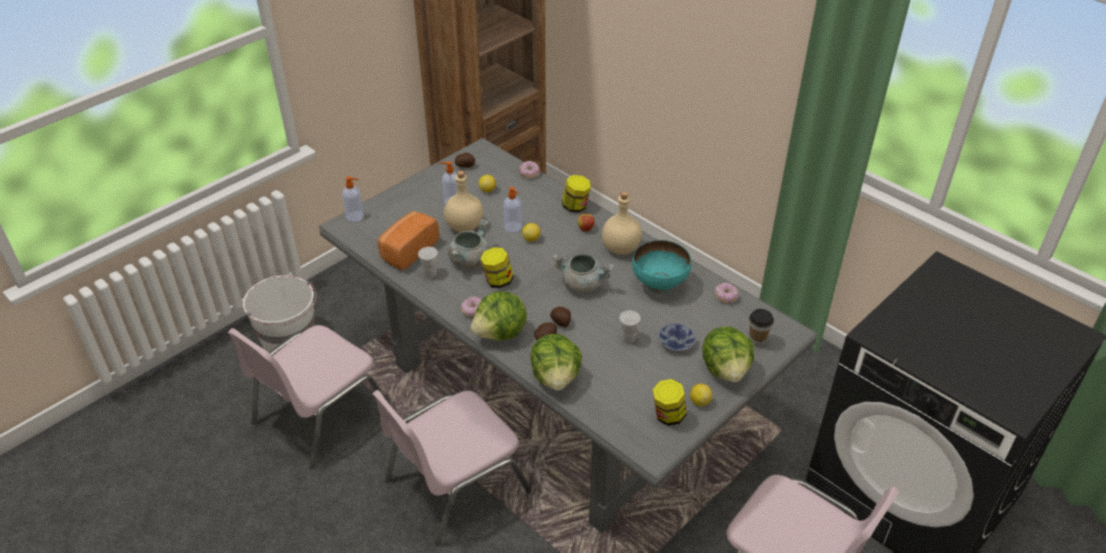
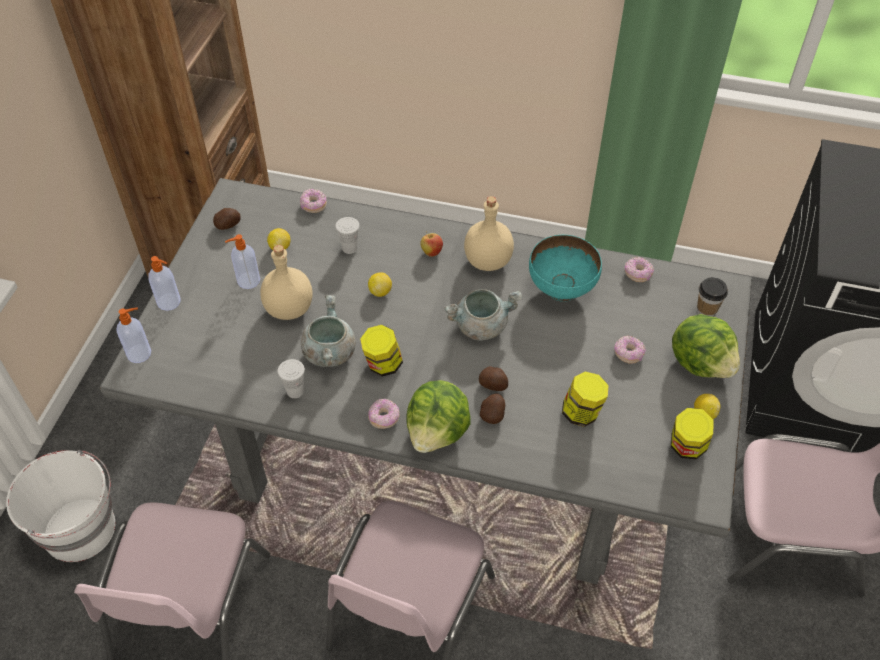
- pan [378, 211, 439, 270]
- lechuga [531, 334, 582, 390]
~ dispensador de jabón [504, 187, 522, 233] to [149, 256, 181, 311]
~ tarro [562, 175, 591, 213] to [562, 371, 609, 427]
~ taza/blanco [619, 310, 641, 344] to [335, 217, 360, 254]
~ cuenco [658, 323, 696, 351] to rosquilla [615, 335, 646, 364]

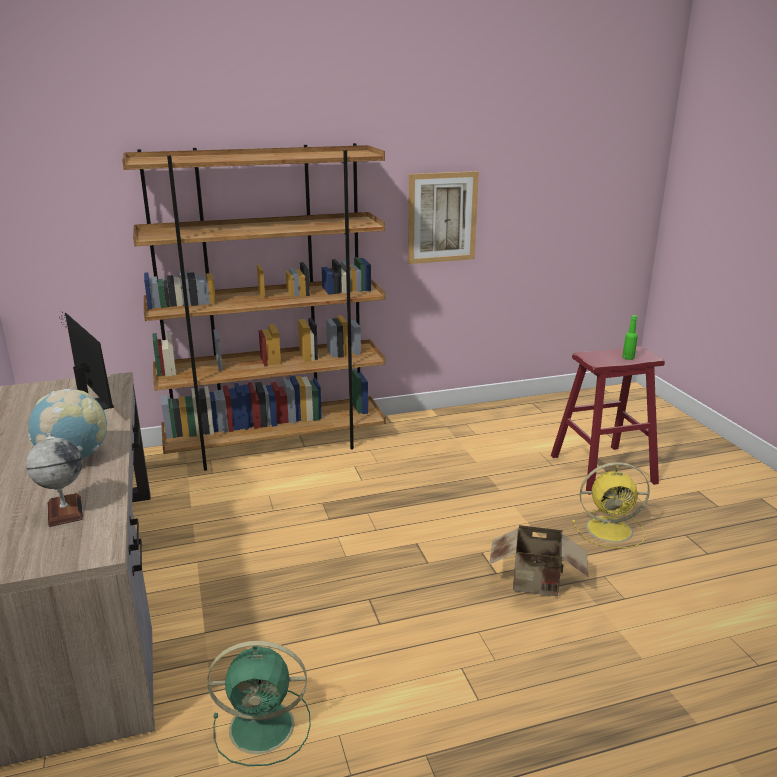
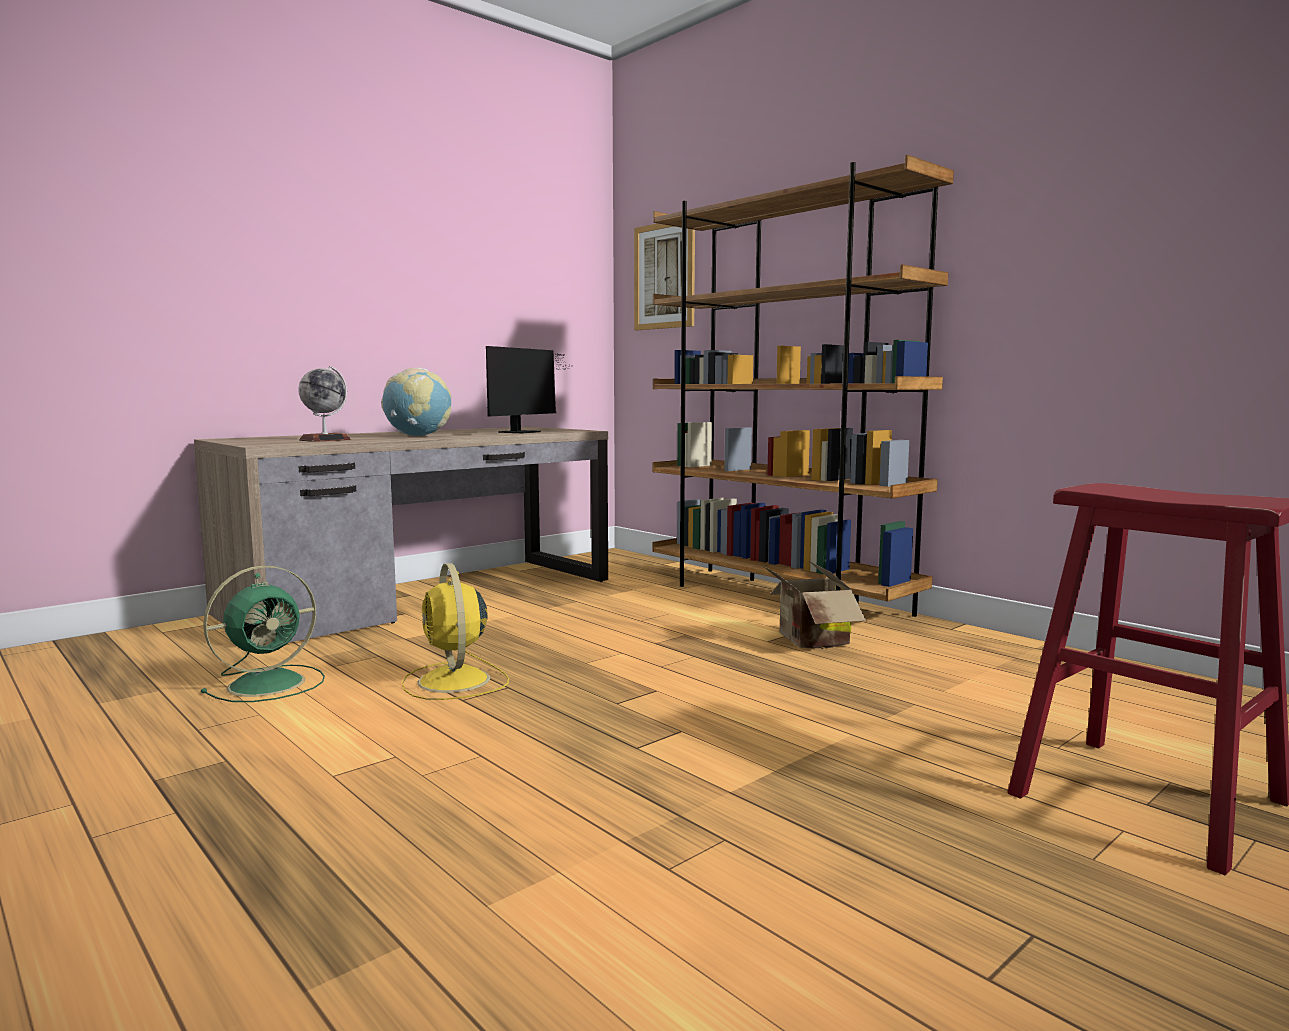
- botella/verde [622, 315, 637, 360]
~ cuadro [408, 171, 479, 264] to [634, 223, 695, 330]
~ caja de cartón [489, 525, 588, 597] to [760, 560, 866, 649]
~ ventilador/amarillo [572, 462, 650, 549] to [402, 563, 509, 700]
~ ventilador/verde [207, 641, 311, 766] = [200, 565, 325, 702] 105 degrees counterclockwise

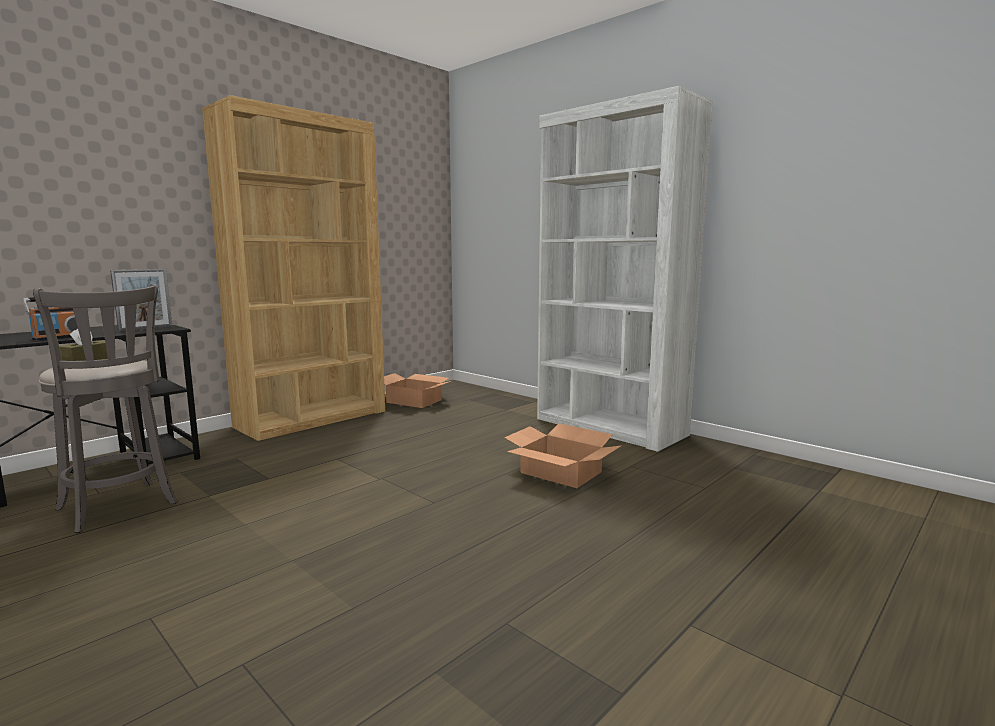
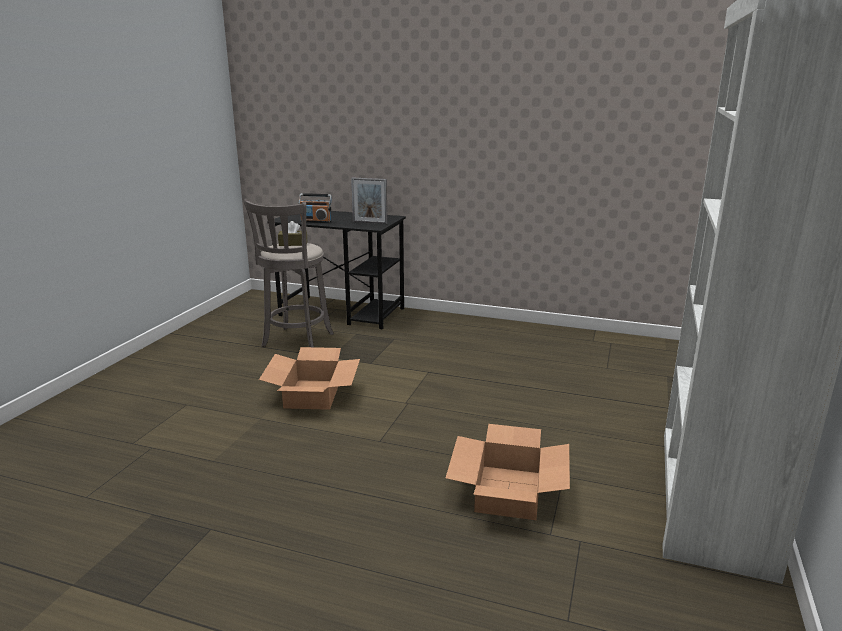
- estantería/marrón [202, 95, 385, 441]
~ caja de cartón [384, 373, 451, 408] to [259, 347, 360, 410]

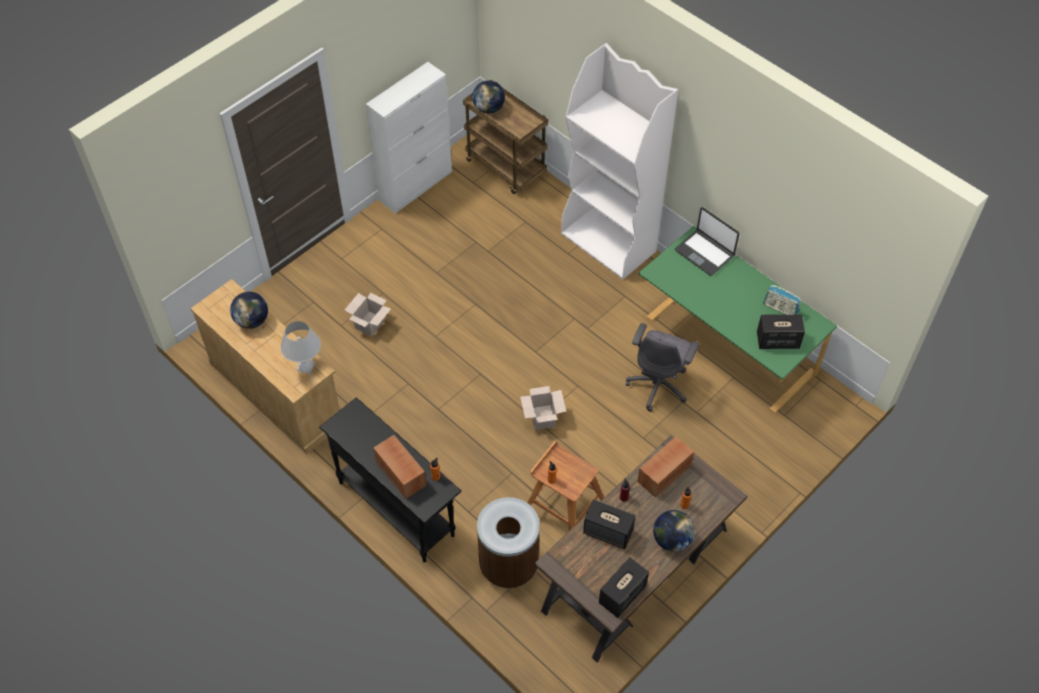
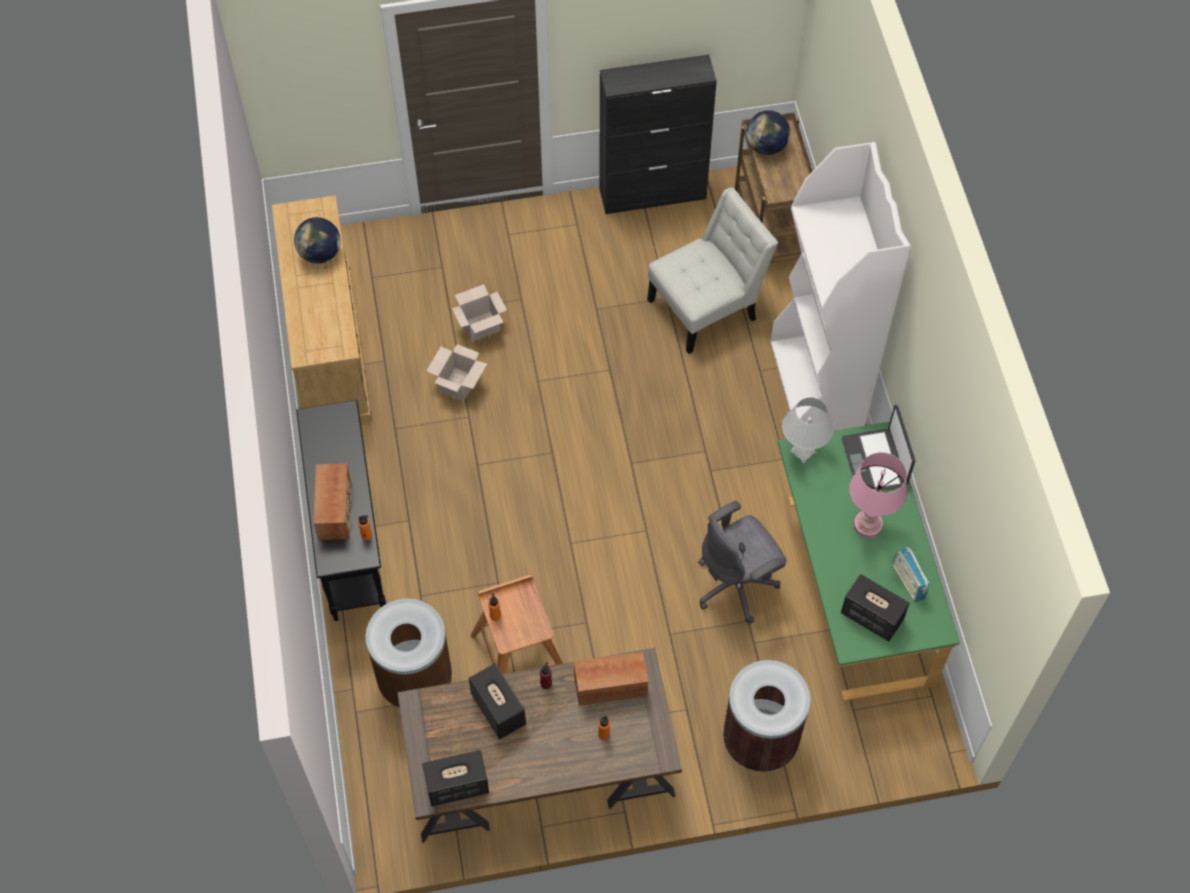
- globo terráqueo [653, 510, 695, 552]
+ silla/blanco [647, 187, 778, 354]
+ papelera/marrón [723, 660, 810, 772]
+ lámpara de mesa/rosa [849, 452, 907, 538]
~ lámpara de mesa/blanco [280, 321, 321, 375] to [782, 398, 834, 463]
~ caja de cartón [520, 386, 566, 430] to [426, 344, 487, 402]
~ armario/blanco [366, 62, 452, 214] to armario/negro [599, 55, 717, 214]

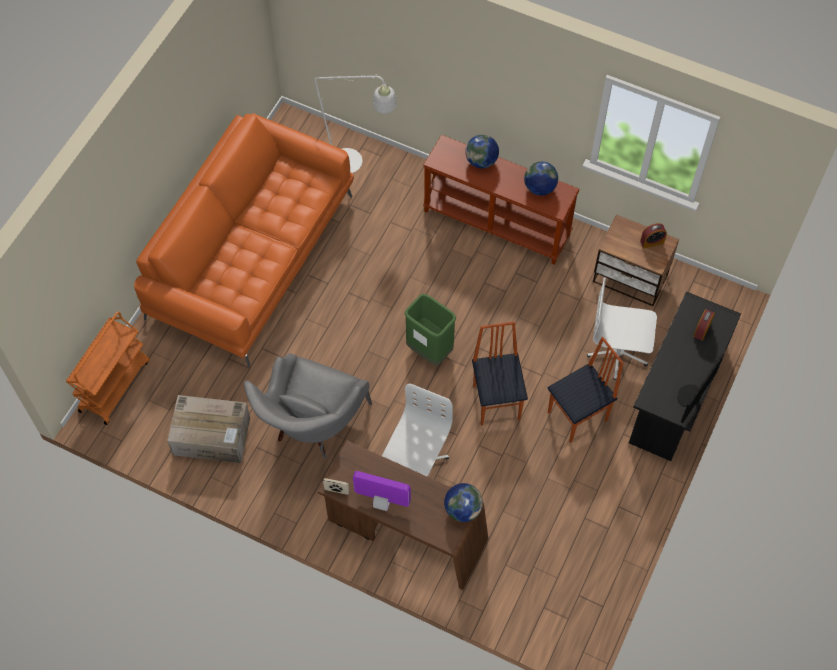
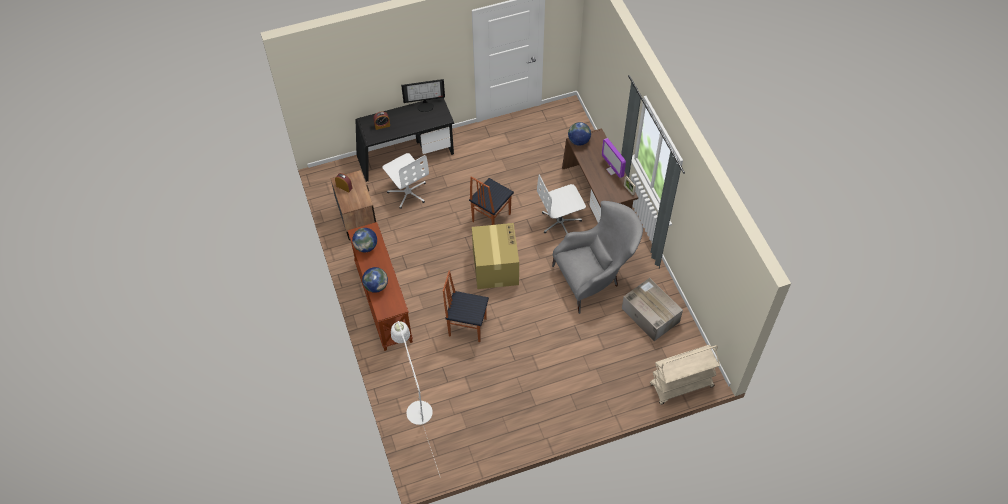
- sofá/naranja [134, 113, 354, 367]
~ silla [547, 337, 623, 443] to [443, 271, 489, 342]
~ papelera/verde [404, 294, 456, 365] to caja de cartón [472, 223, 519, 289]
~ carrito/naranja [66, 311, 149, 425] to carrito/beis [650, 345, 720, 405]

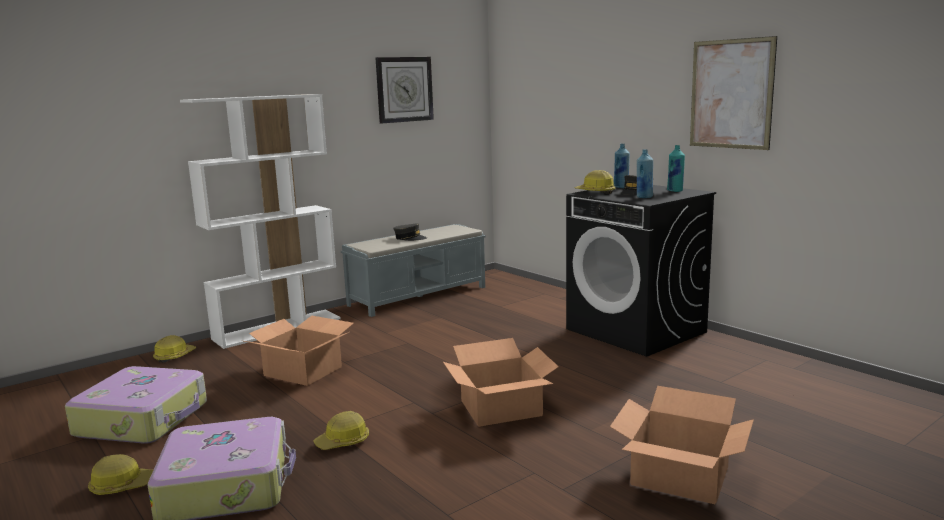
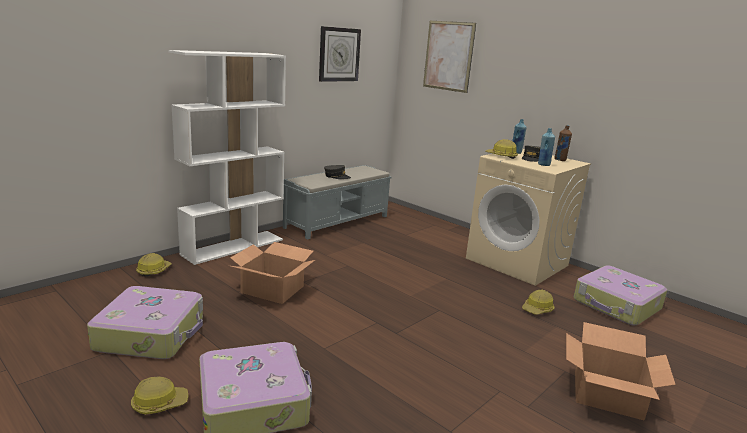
- caja de cartón [443, 338, 559, 427]
+ maleta [574, 265, 667, 325]
~ casco [313, 411, 369, 450] to [522, 290, 554, 315]
~ cuadro [690, 36, 777, 150] to [423, 21, 476, 93]
~ lavadora/negro [566, 185, 716, 357] to lavadora/beis [466, 149, 591, 286]
~ botella/turquesa [667, 145, 685, 192] to botella/marrón [554, 125, 572, 161]

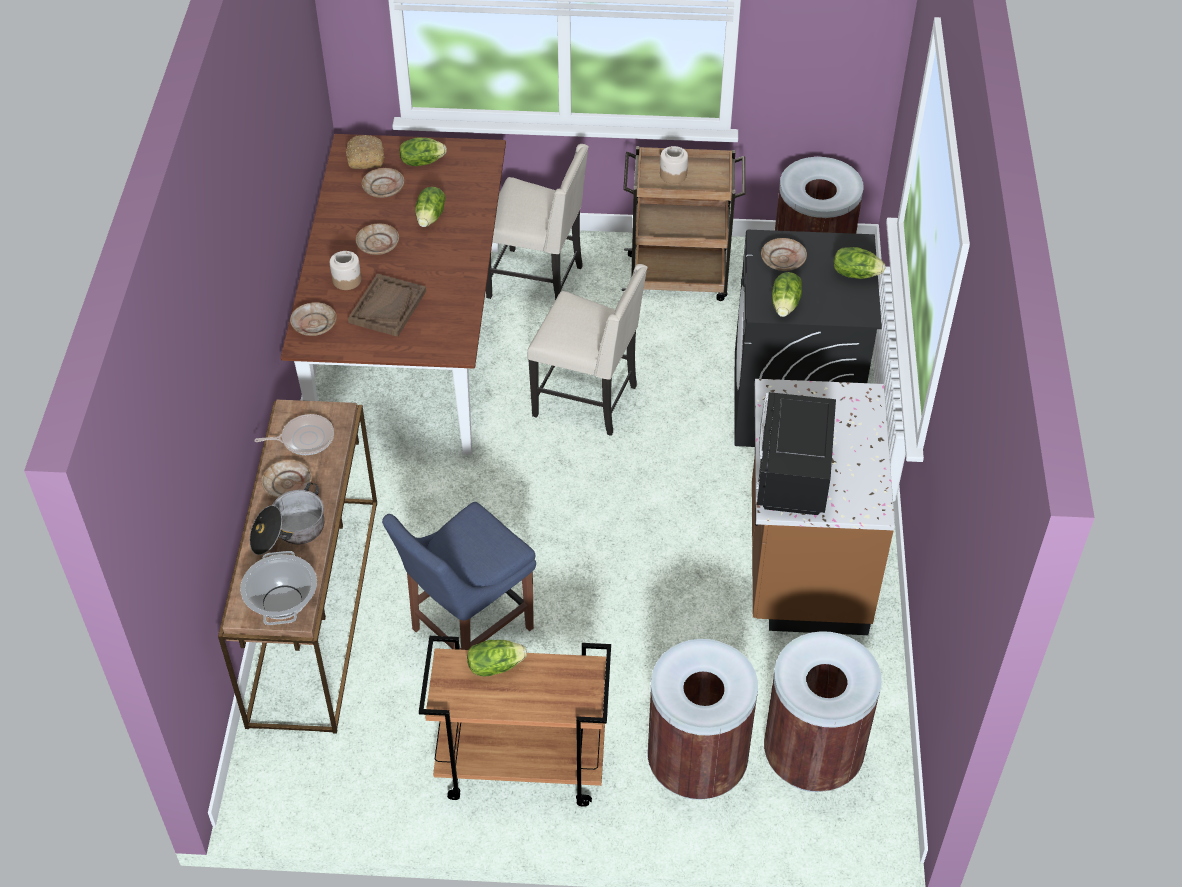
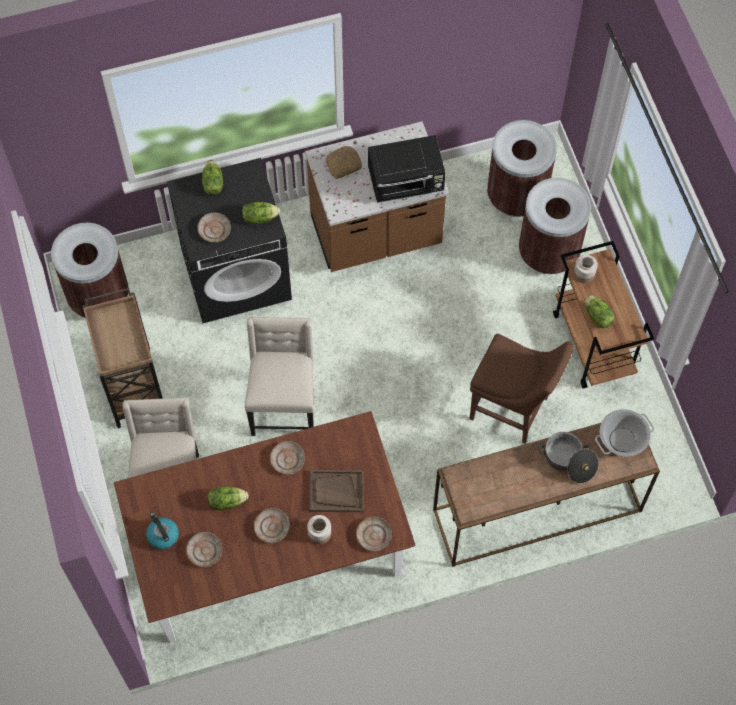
- sartén [254, 414, 334, 455]
~ plato/beis [262, 460, 312, 499] to [270, 441, 305, 475]
~ pan [346, 135, 385, 169] to [325, 146, 362, 179]
~ tarro [660, 146, 688, 184] to [574, 255, 598, 283]
~ lechuga [399, 137, 447, 166] to hervidor [146, 512, 179, 549]
~ silla/azul [382, 502, 536, 650] to silla/marrón [470, 334, 574, 444]

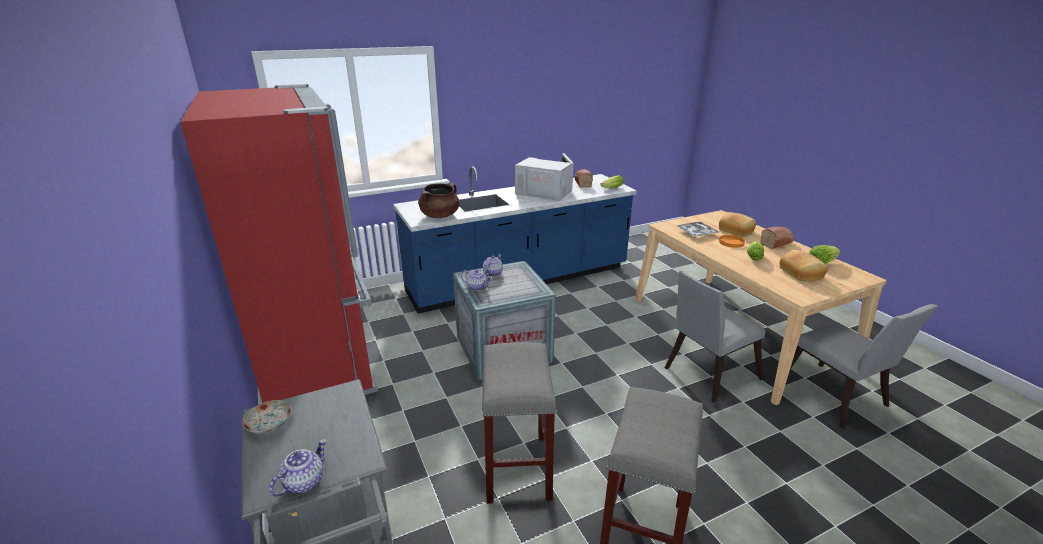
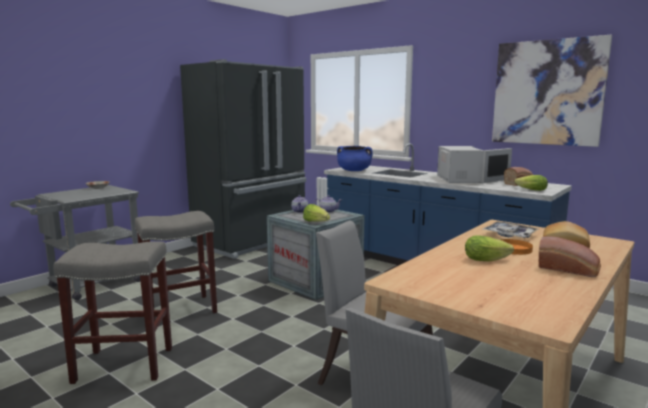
- tetera [269, 439, 327, 497]
- pan [780, 250, 828, 282]
+ cuadro [492, 35, 612, 147]
~ lechuga [809, 245, 840, 264] to [303, 204, 330, 222]
~ nevera/rojo [180, 84, 378, 403] to nevera/negro [180, 59, 306, 259]
~ olla/marrón [418, 183, 460, 218] to olla/azul [337, 146, 373, 171]

